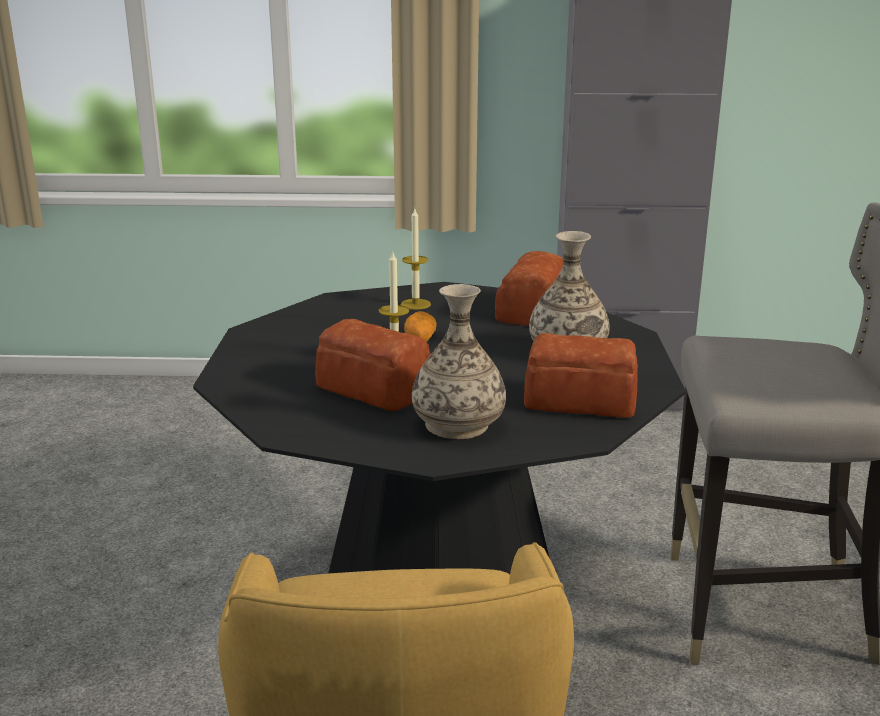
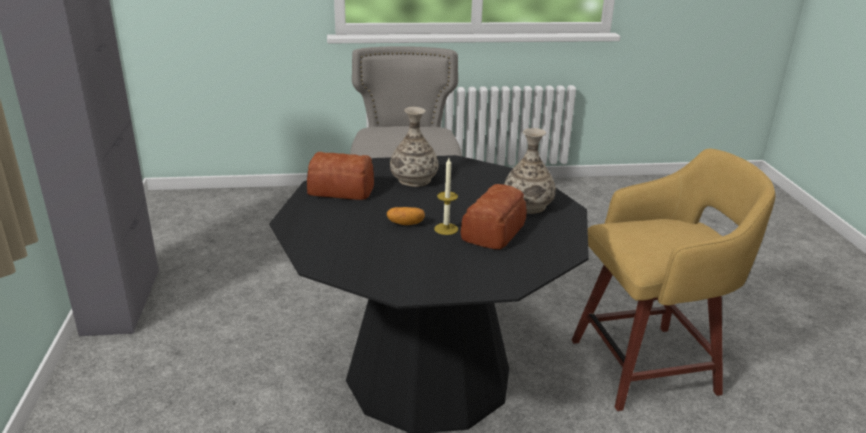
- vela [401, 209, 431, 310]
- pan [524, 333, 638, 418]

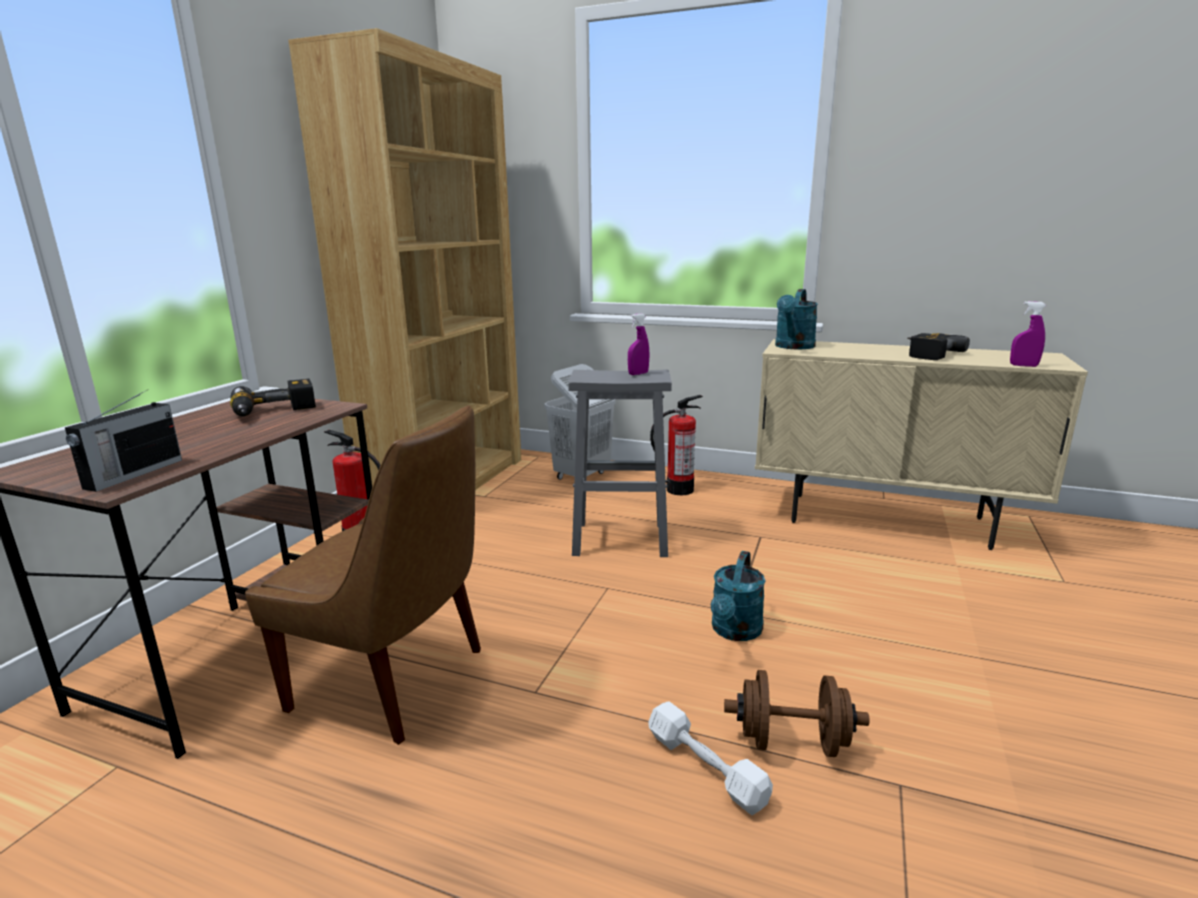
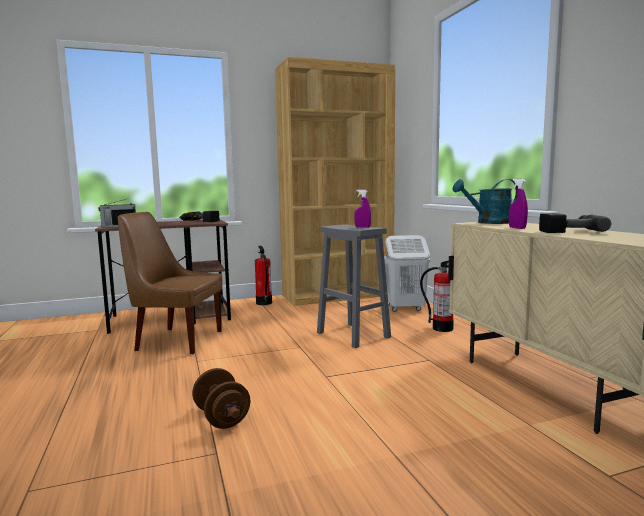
- mancuerna/blanco [648, 701, 773, 815]
- regadera/turquesa [711, 551, 766, 641]
~ pulverizador/morado [1010, 301, 1047, 367] to [509, 179, 528, 229]
~ silla/marrón [245, 405, 481, 745] = [118, 212, 222, 354] 120 degrees clockwise

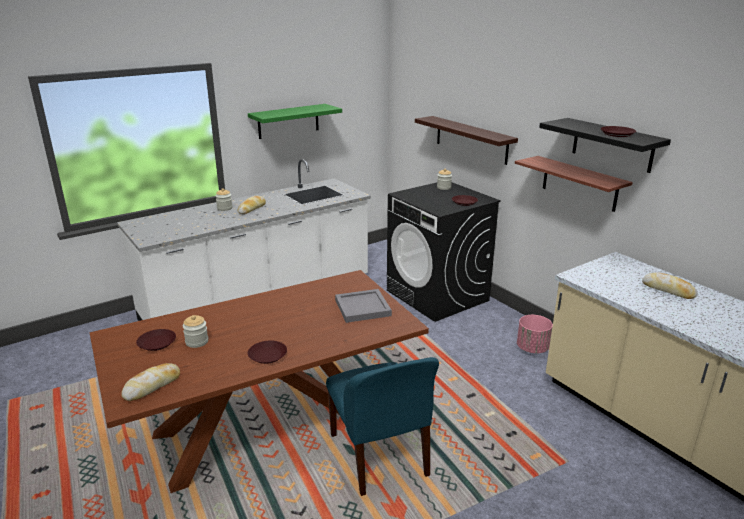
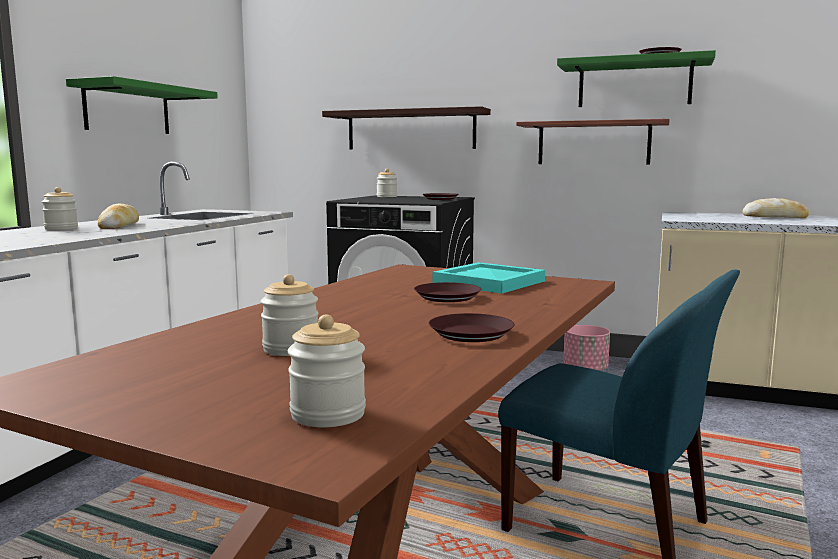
~ plato/marrón [136, 329, 176, 351] to [414, 282, 481, 302]
~ pan [121, 363, 180, 401] to tarro [288, 315, 366, 427]
~ bandeja/gris [335, 289, 392, 323] to bandeja/turquesa [433, 262, 545, 293]
~ estante/negro [539, 118, 671, 173] to estante/verde [557, 50, 716, 107]

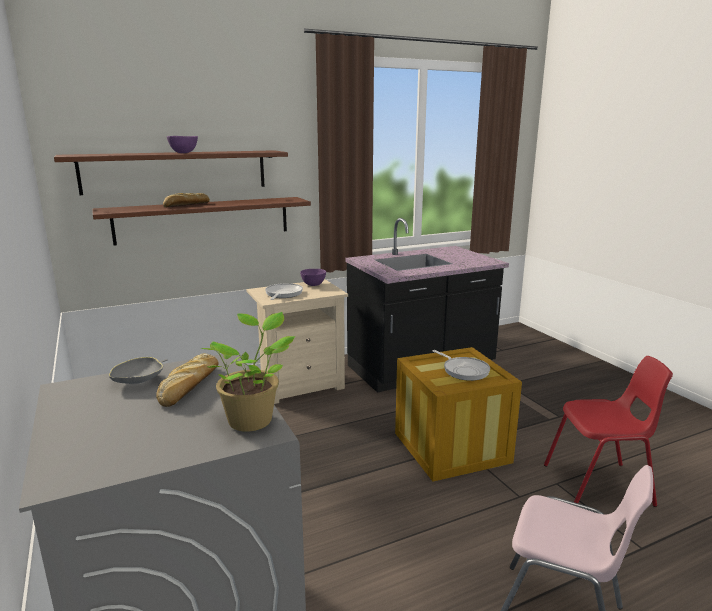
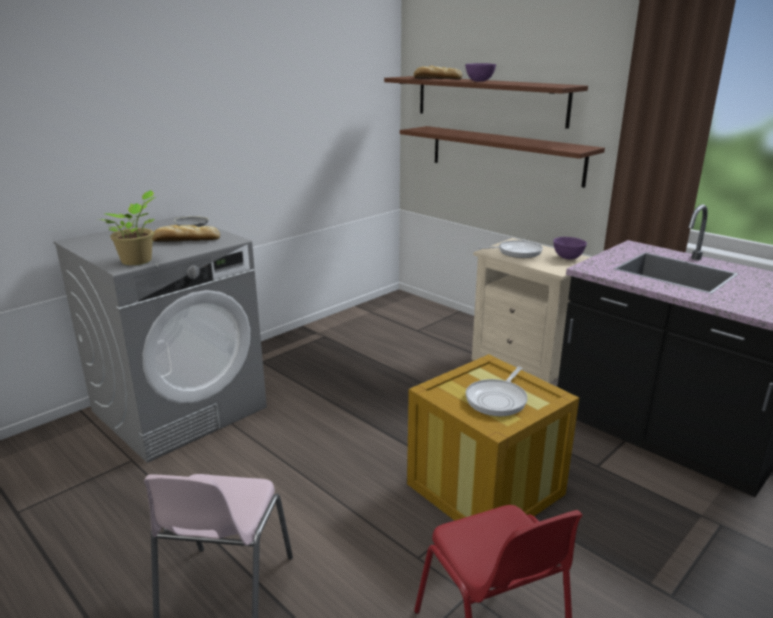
~ pan [163, 193, 210, 207] to [414, 66, 462, 79]

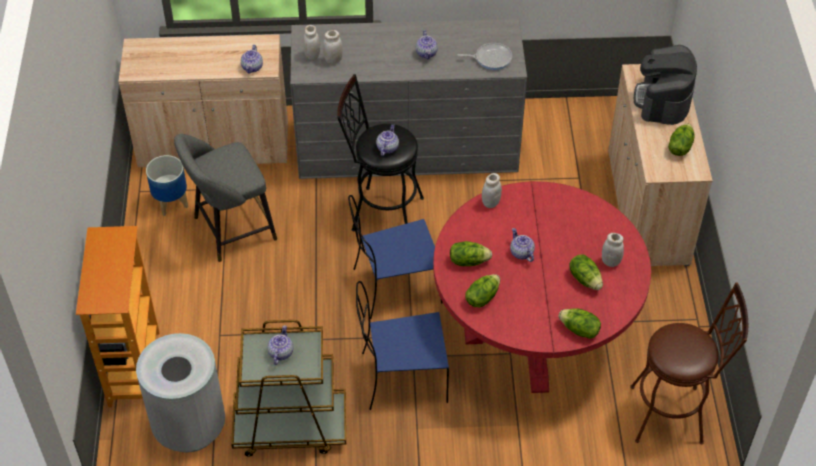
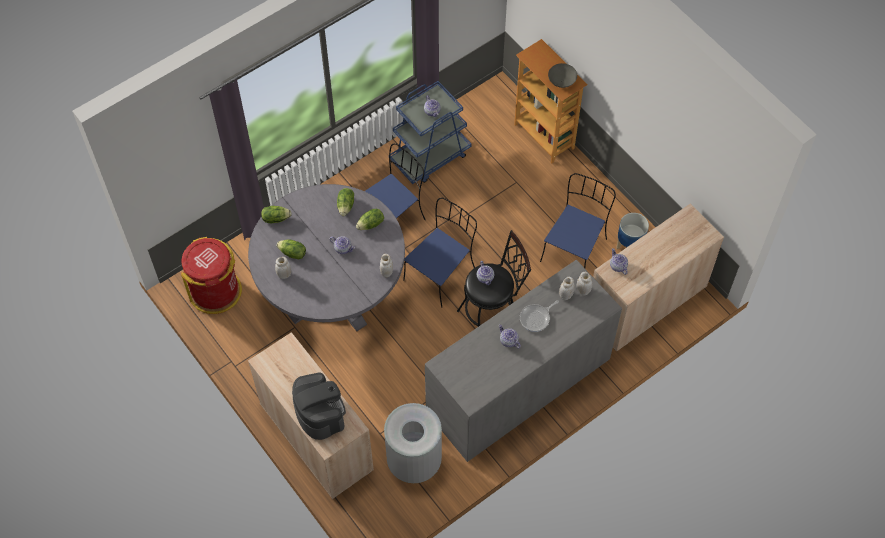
- lechuga [668, 123, 695, 156]
+ cuenco/gris [548, 63, 577, 88]
~ papelera/gris [136, 333, 225, 453] to [384, 403, 442, 483]
~ sartén [457, 43, 512, 70] to [520, 300, 559, 332]
~ taburete/gris [174, 134, 277, 262] to silla/azul [540, 173, 616, 268]
~ taburete/marrón [630, 282, 748, 444] to papelera/rojo [181, 237, 242, 314]
~ carrito/marrón [231, 320, 346, 457] to carrito/azul [390, 81, 472, 184]
~ mesa de comedor/rojo [433, 181, 651, 393] to mesa de comedor/gris [248, 184, 405, 331]

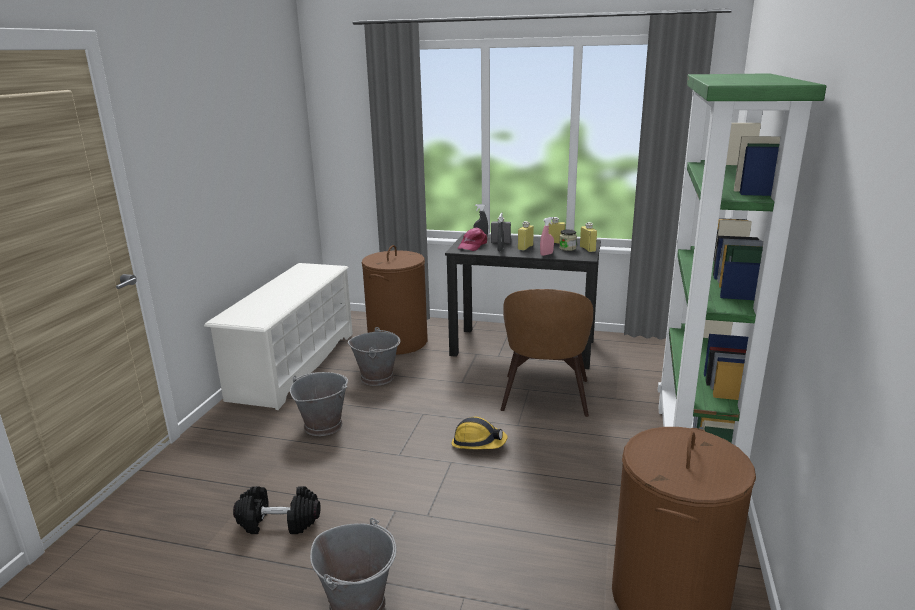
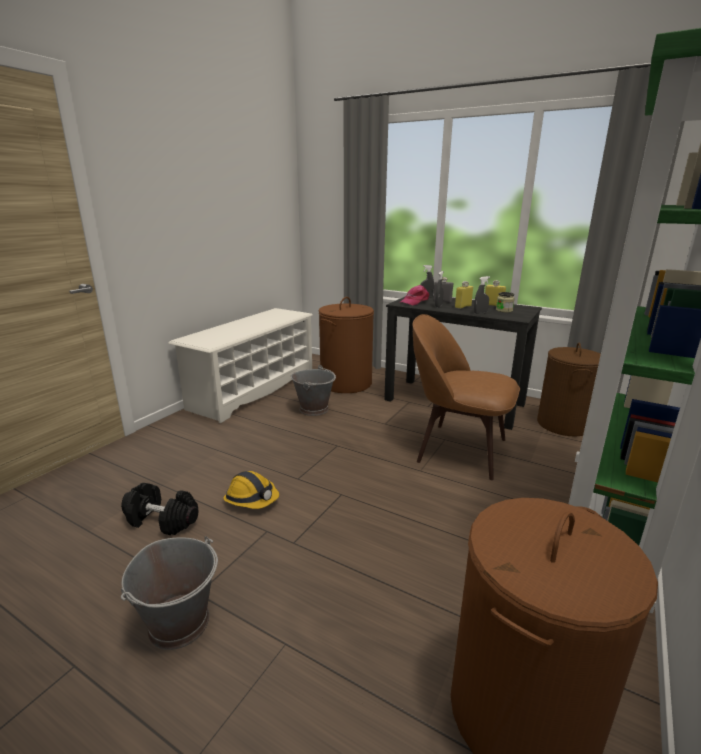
- cubo/gris [290, 372, 348, 436]
- botella/amarillo [580, 222, 597, 252]
+ cesto de la ropa/marrón [537, 342, 601, 436]
~ casco [452, 417, 508, 449] to [223, 471, 279, 509]
~ pulverizador/rosa [540, 217, 554, 256] to pulverizador/gris [474, 276, 490, 314]
~ silla/marrón [501, 289, 593, 417] = [412, 314, 520, 480] 90 degrees clockwise

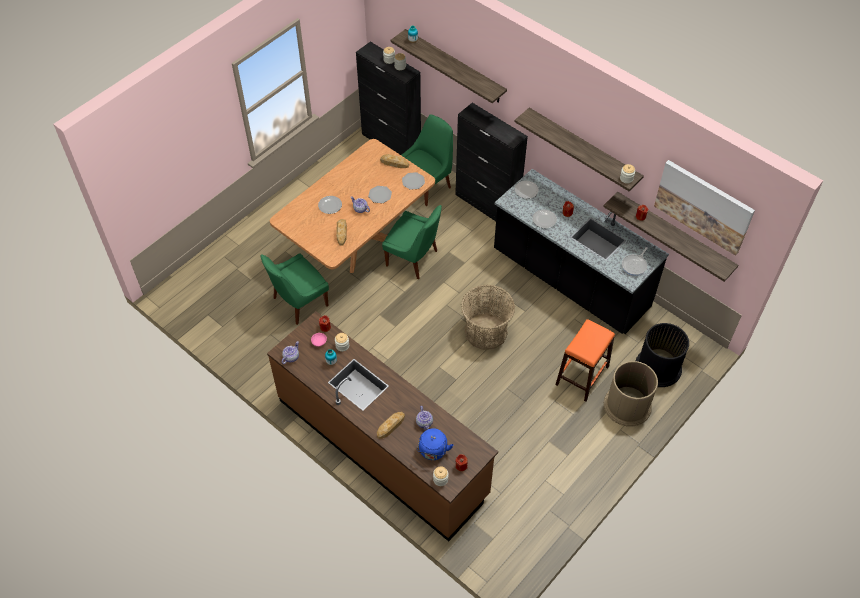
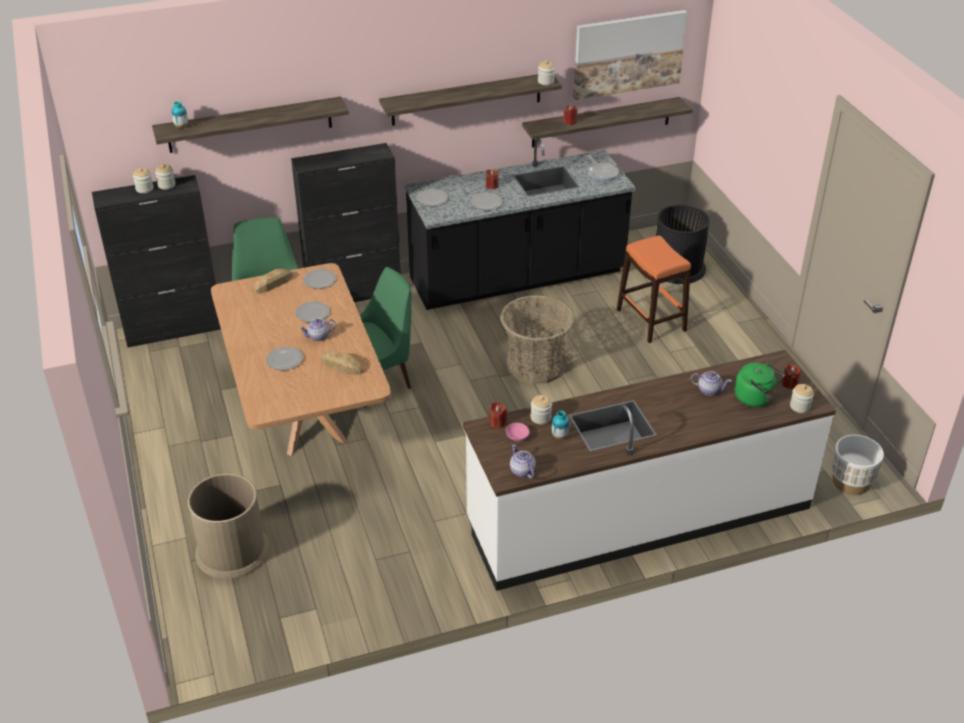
- silla/verde [261, 253, 329, 325]
- pan [377, 412, 405, 439]
+ maceta/blanco [831, 435, 884, 495]
~ papelera/marrón [604, 361, 658, 427] to [188, 473, 270, 579]
~ mueble bajo de cocina/marrón [267, 311, 498, 542] to mueble bajo de cocina/blanco [463, 350, 836, 591]
~ hervidor/azul [417, 428, 454, 460] to hervidor/verde [735, 362, 785, 407]

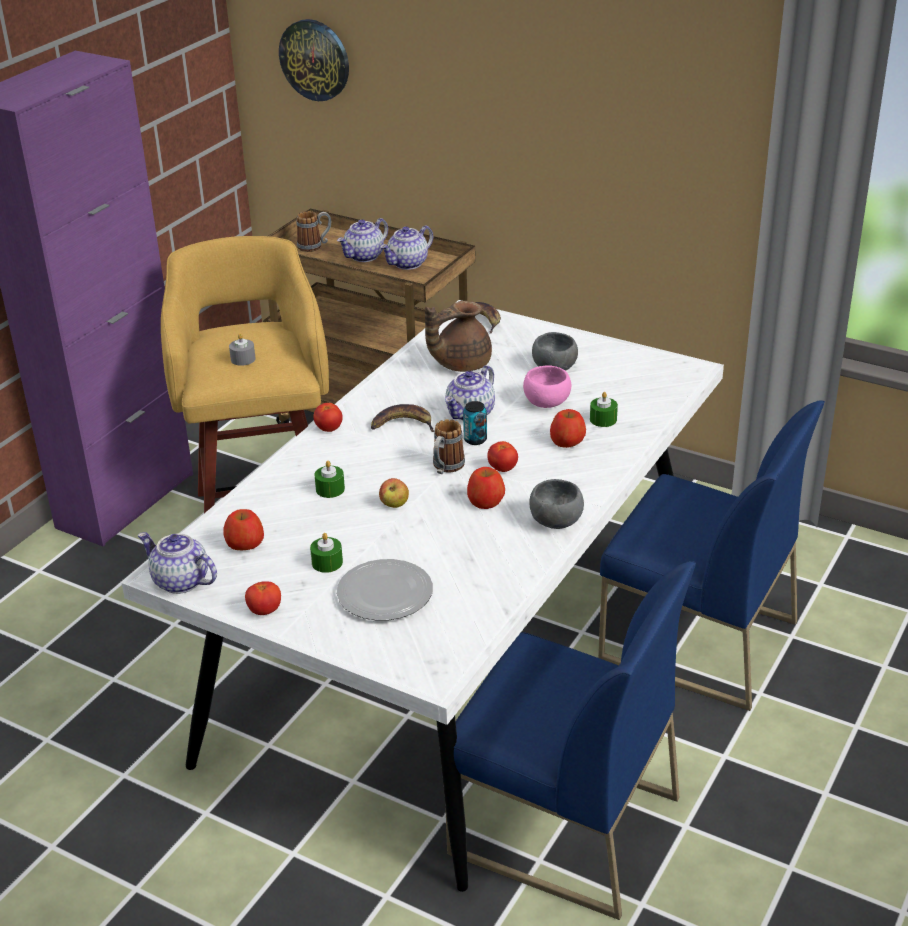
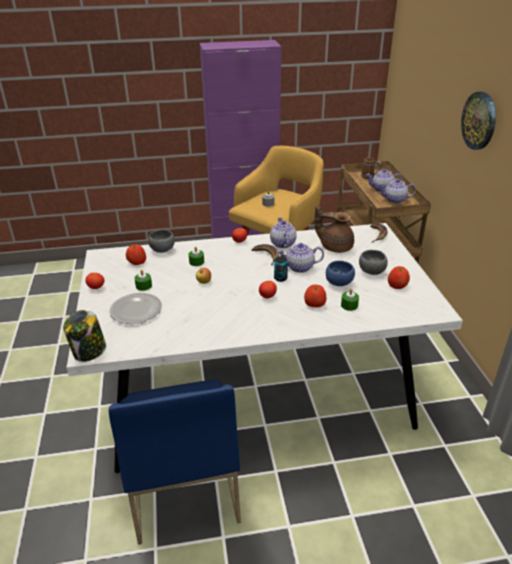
- taza grande [433, 419, 465, 474]
- silla/azul [598, 400, 825, 711]
+ tarro [63, 310, 106, 362]
~ tetera [138, 532, 217, 594] to [270, 217, 297, 248]
~ reloj de pared [279, 19, 349, 101] to [461, 92, 496, 150]
~ manzana [467, 467, 505, 509] to [388, 266, 410, 289]
~ cuenco/gris [529, 479, 584, 529] to [148, 229, 175, 253]
~ cuenco/rosa [523, 365, 571, 408] to cuenco/azul [326, 261, 355, 286]

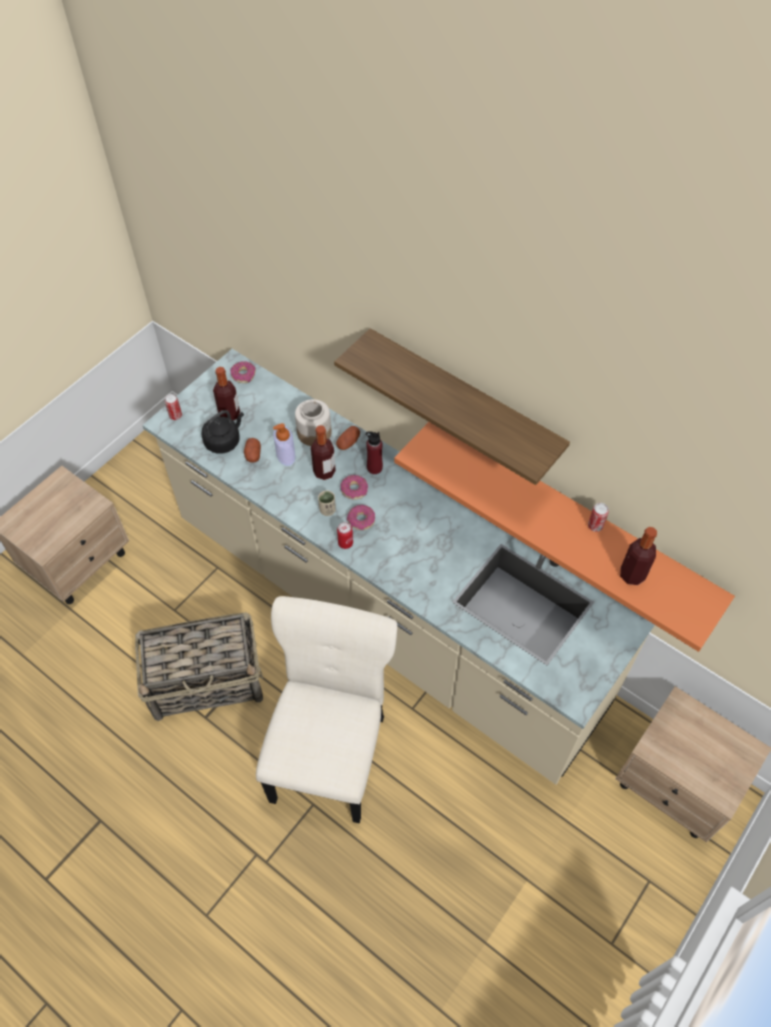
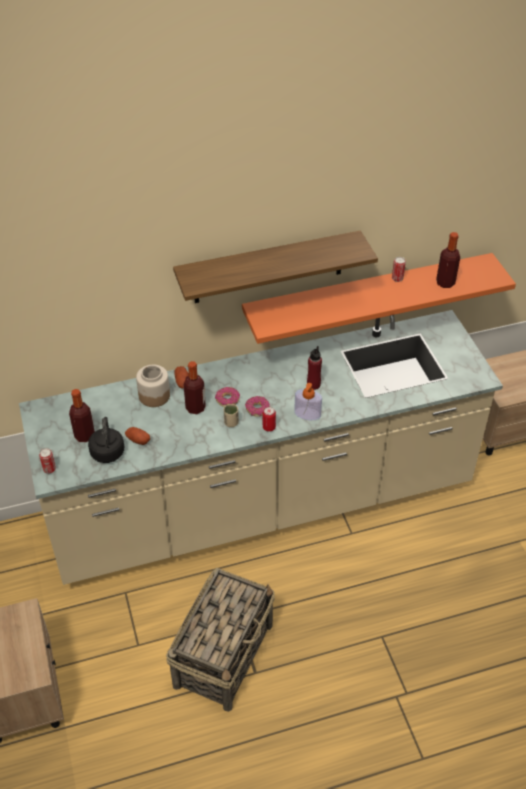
- rosquilla [230, 361, 256, 383]
- silla/beis [256, 596, 397, 824]
~ dispensador de jabón [273, 423, 296, 466] to [294, 383, 322, 421]
~ botella/rojo [366, 431, 383, 474] to [307, 346, 322, 390]

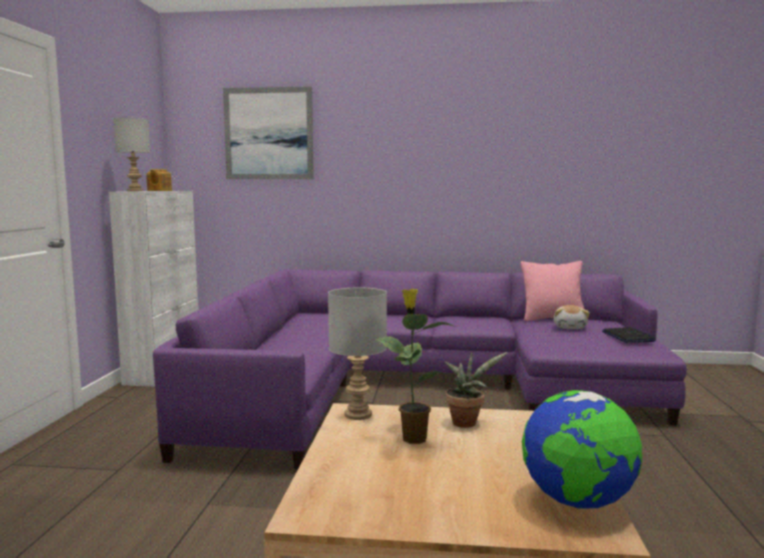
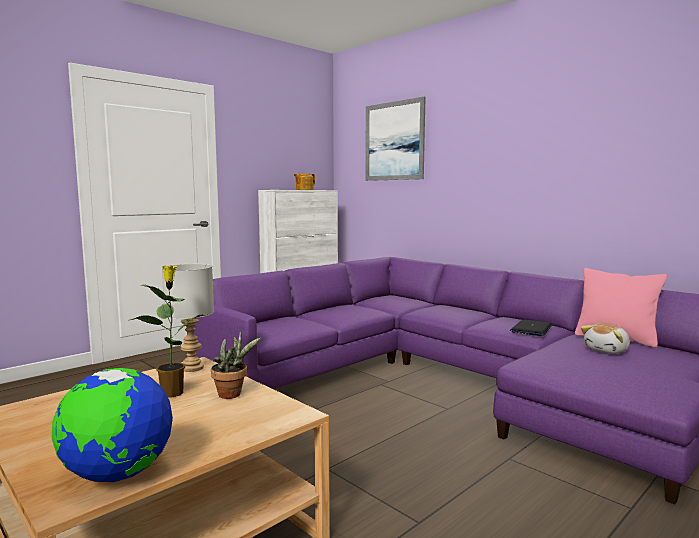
- lámpara de mesa/gris [113, 118, 150, 191]
~ portátil [602, 327, 656, 343] to [510, 320, 552, 336]

